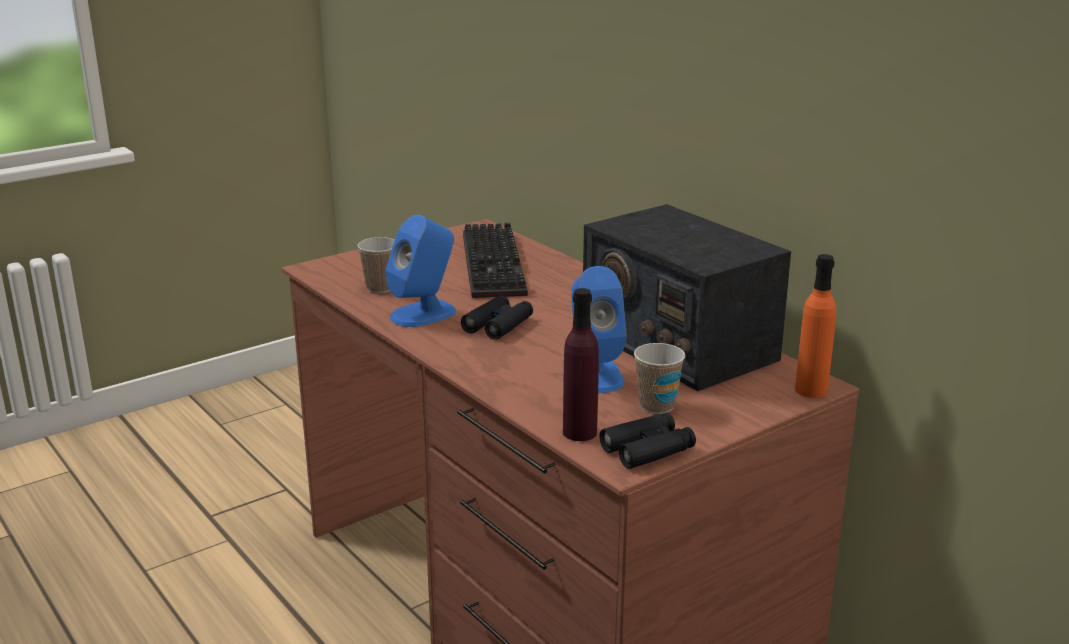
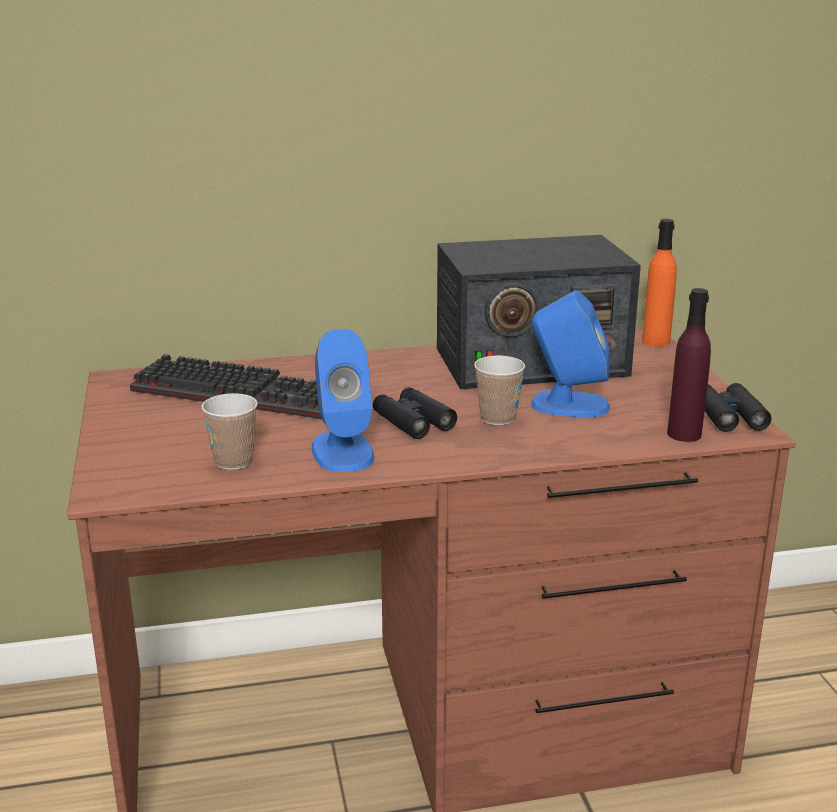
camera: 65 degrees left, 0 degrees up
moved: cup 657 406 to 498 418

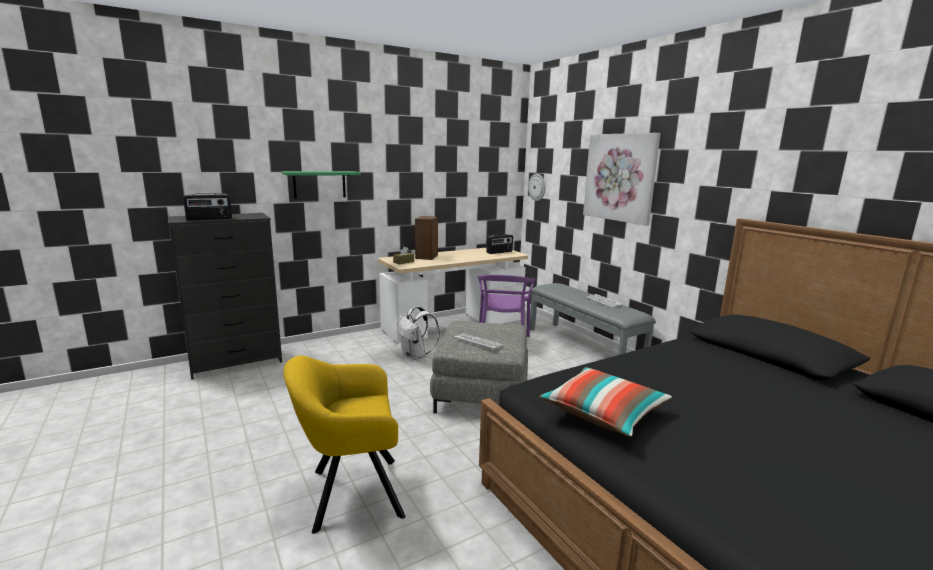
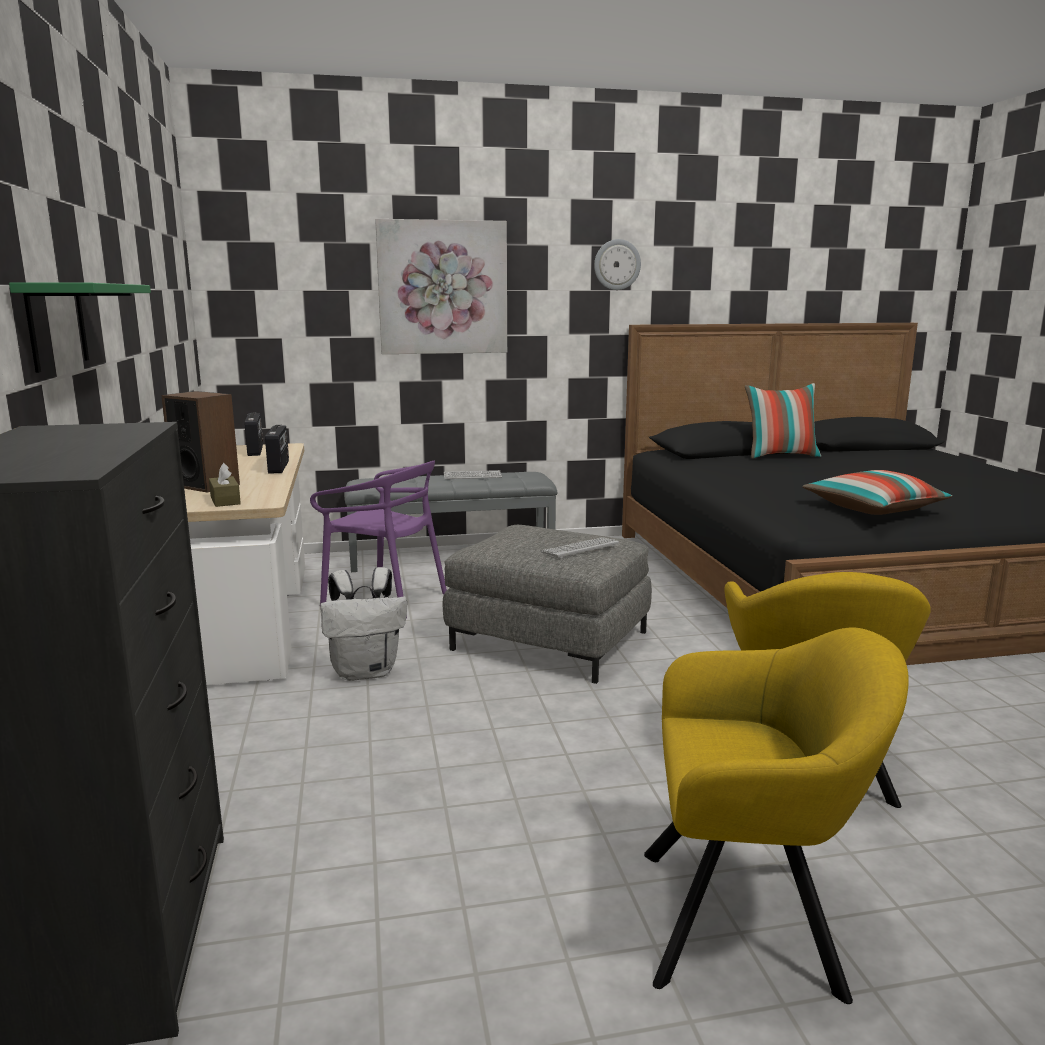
camera: 70 degrees left, 0 degrees up
added: yellow armchair 752 921; pillow 780 456
moved: radio 209 219 to 279 467; wall clock 537 187 to 617 264

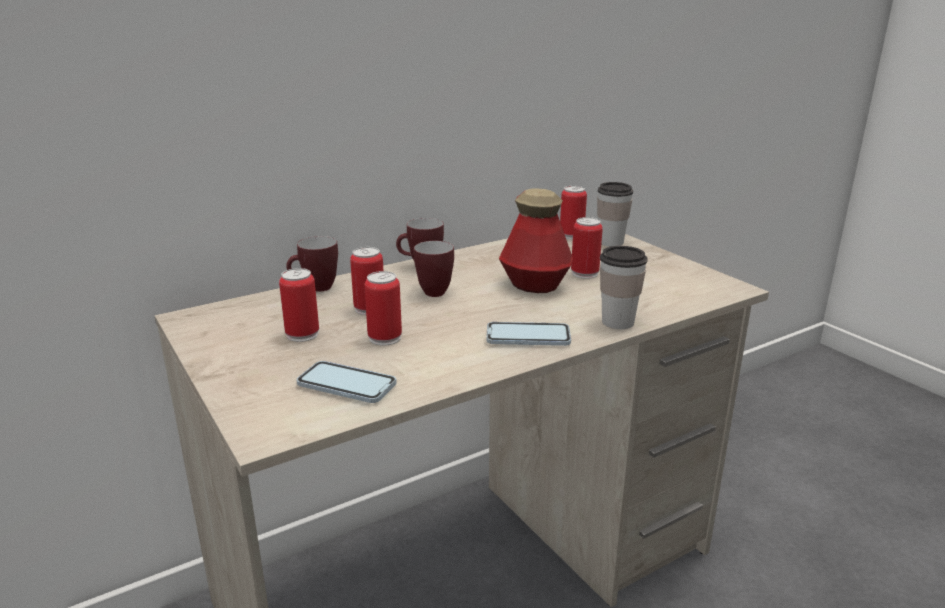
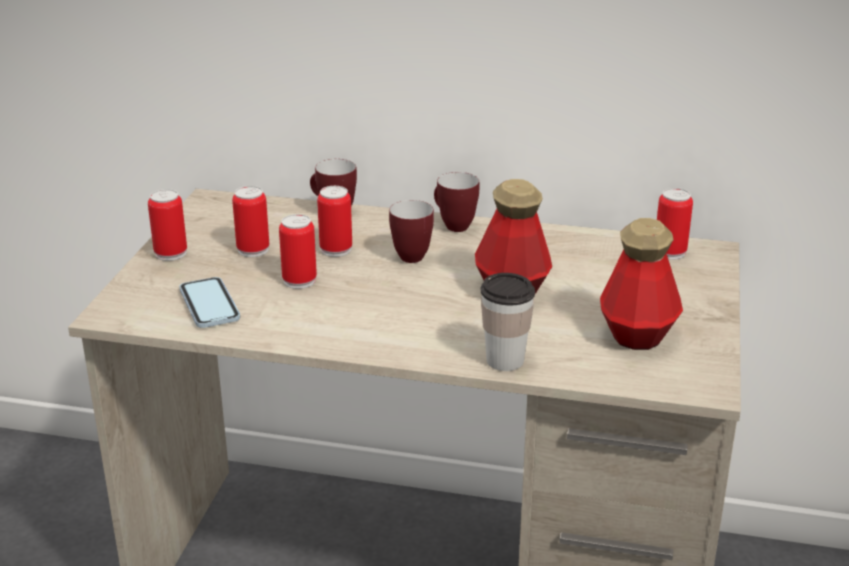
camera: 45 degrees right, 5 degrees up
removed: phone 528 337; cup 611 242
added: bottle 638 335
moved: can 584 273 to 171 253

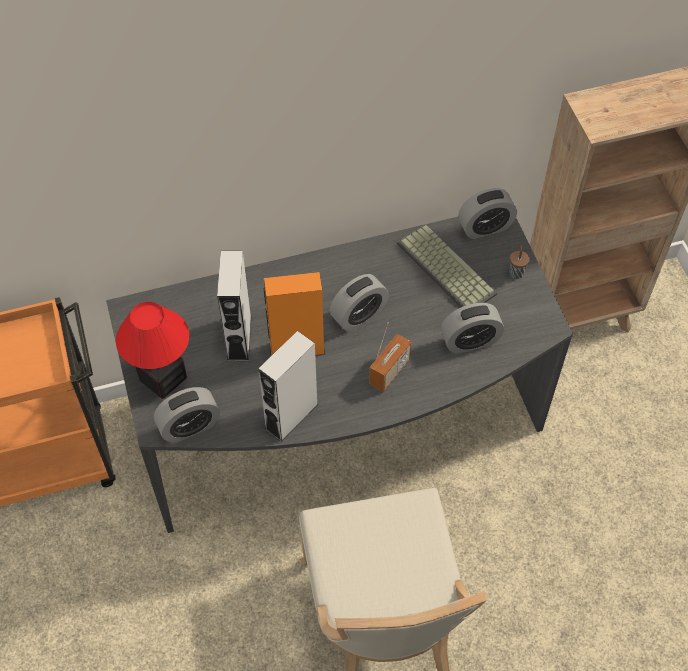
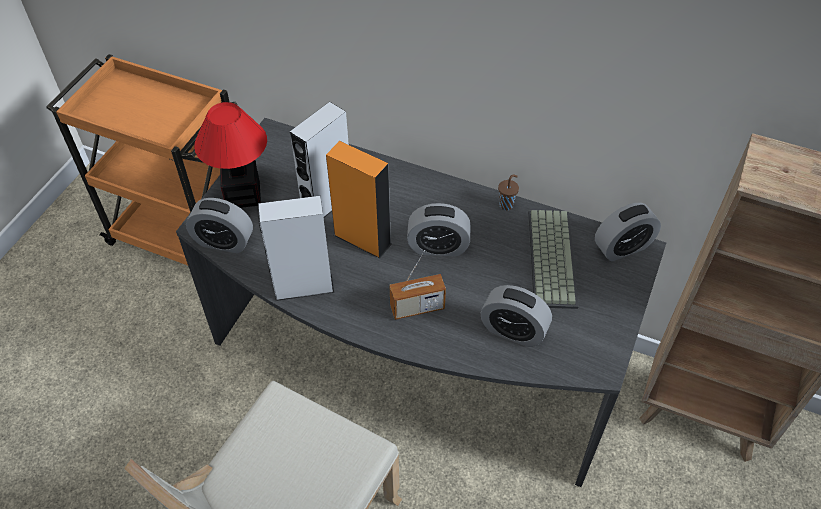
camera: 40 degrees right, 5 degrees down
moved: brown cup 516 273 to 506 204
turned: alarm clock 485 227 = 622 247 45 degrees counterclockwise

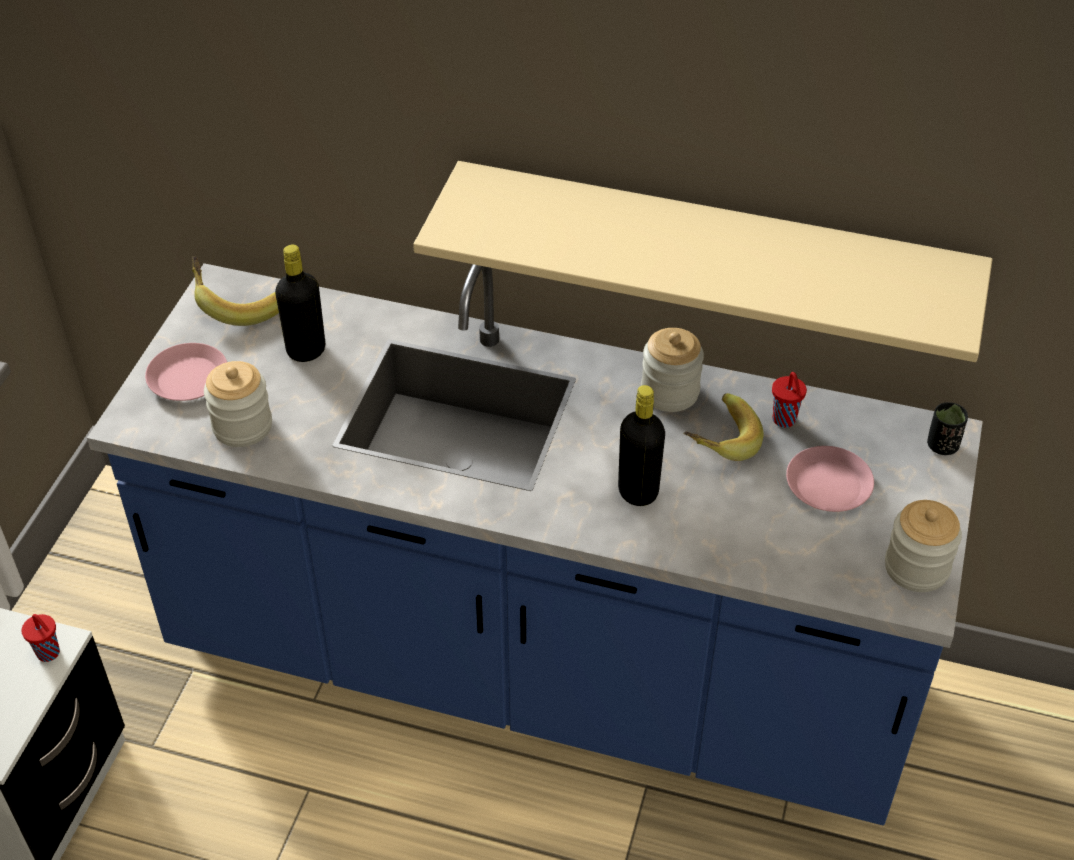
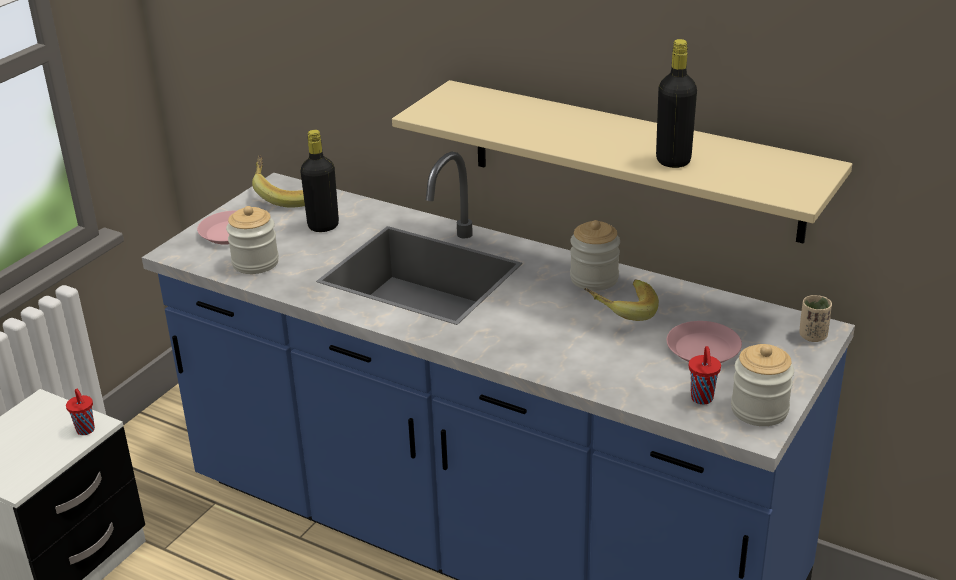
camera: 15 degrees right, 15 degrees down
moved: black bottle 638 491 to 673 160; red cup 784 420 to 702 399
recoloured: black cup 942 445 to beige cup 812 336

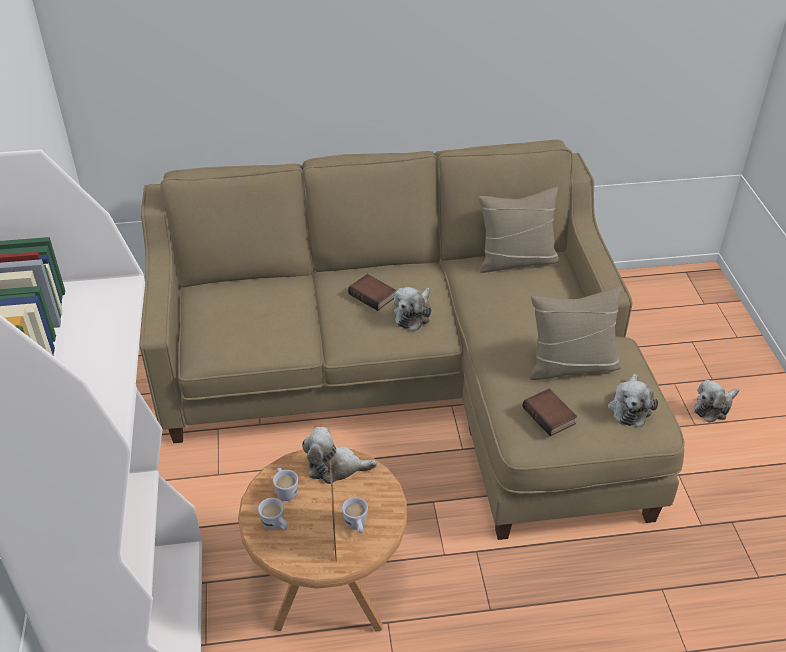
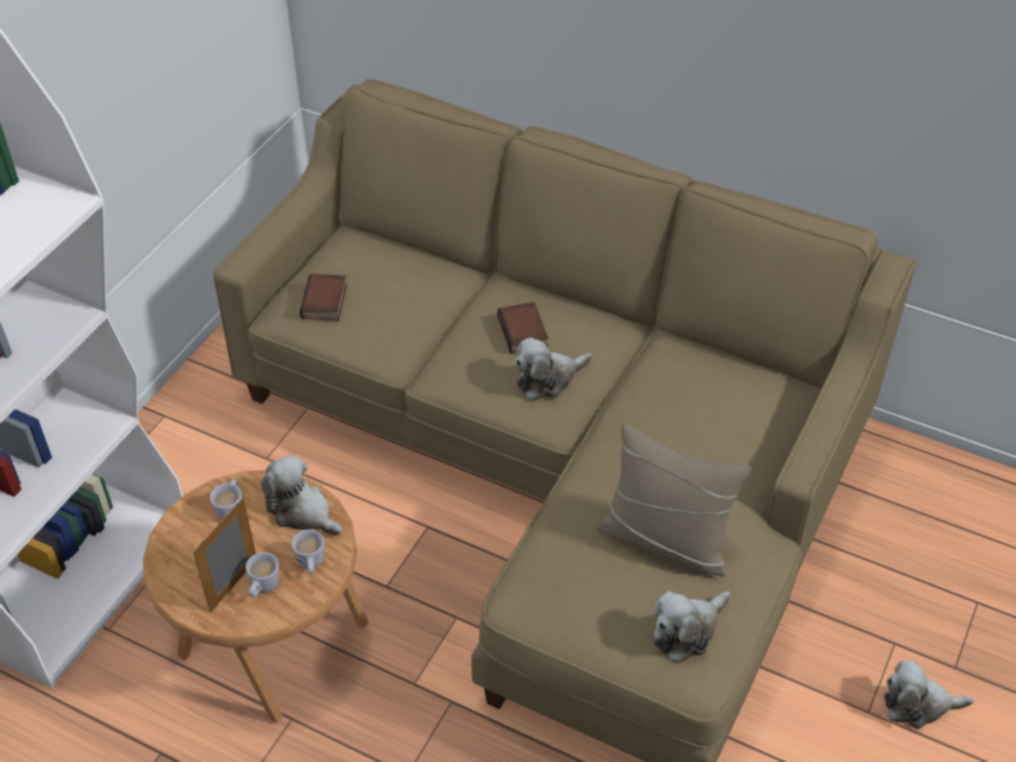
camera: 35 degrees right, 5 degrees up
removed: beige pillow 516 261
moved: white mug 276 526 to 311 565; book 550 416 to 325 302

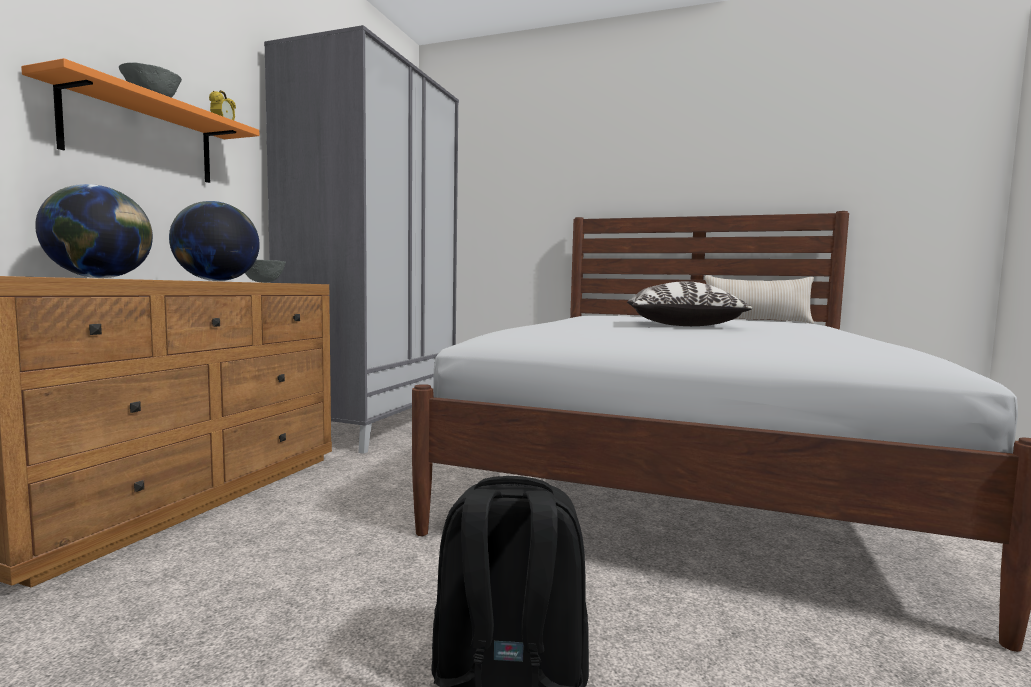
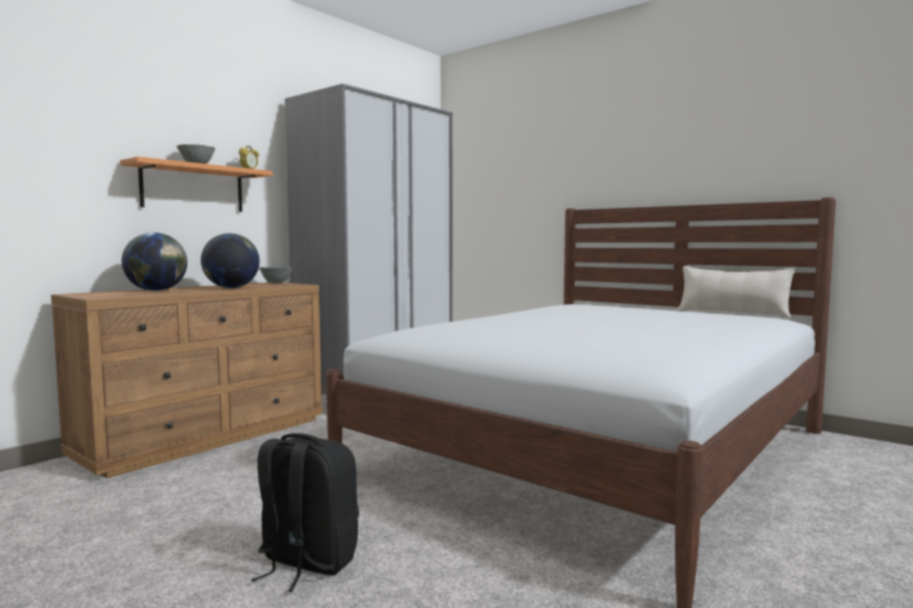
camera: 20 degrees right, 0 degrees up
removed: pillow 680 325

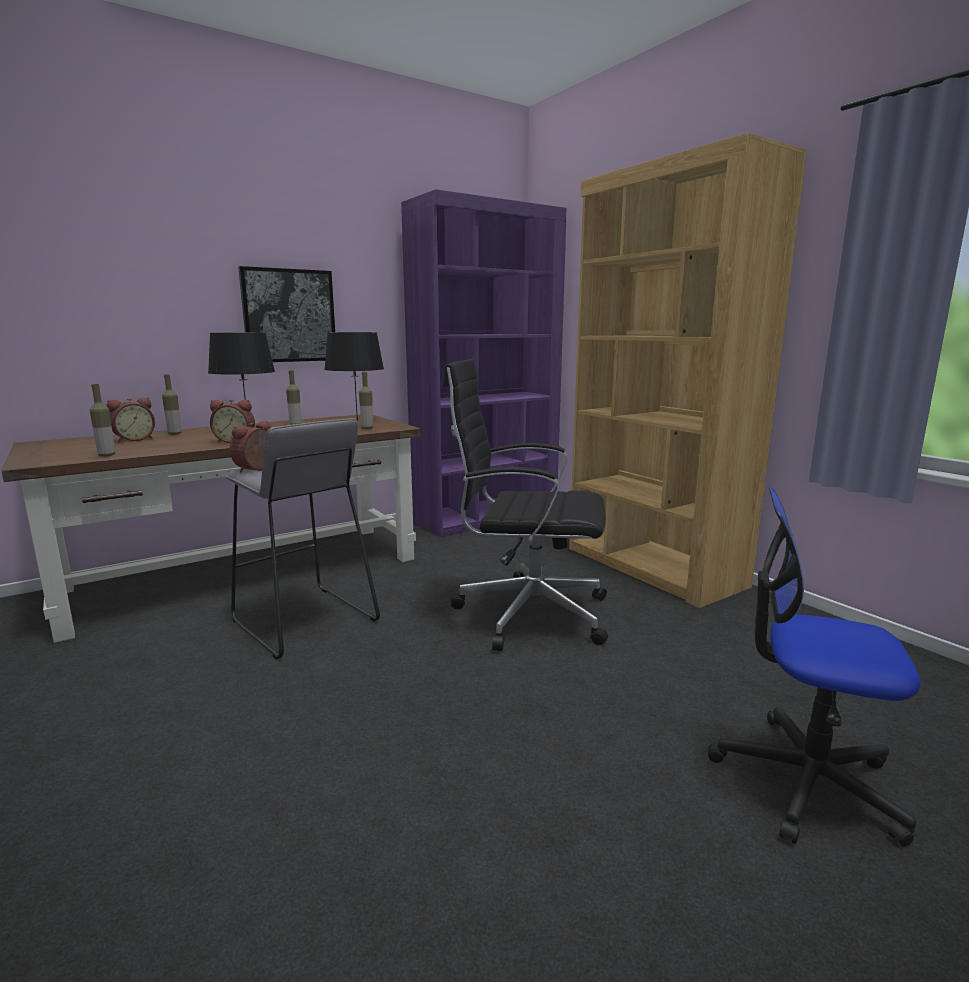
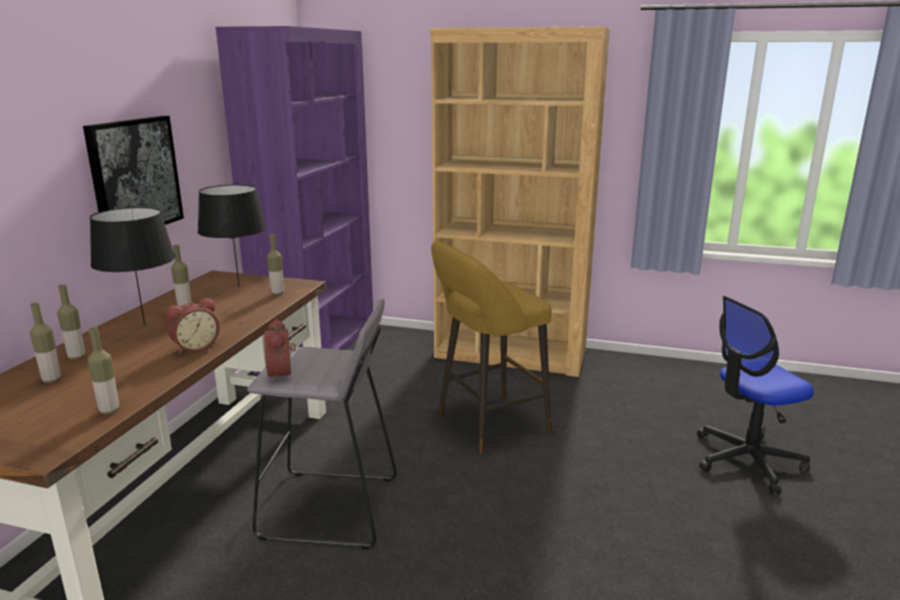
camera: 40 degrees left, 5 degrees up
replaced: alarm clock 133 439 to bottle 52 380; black office chair 527 613 to yellow stool 487 424

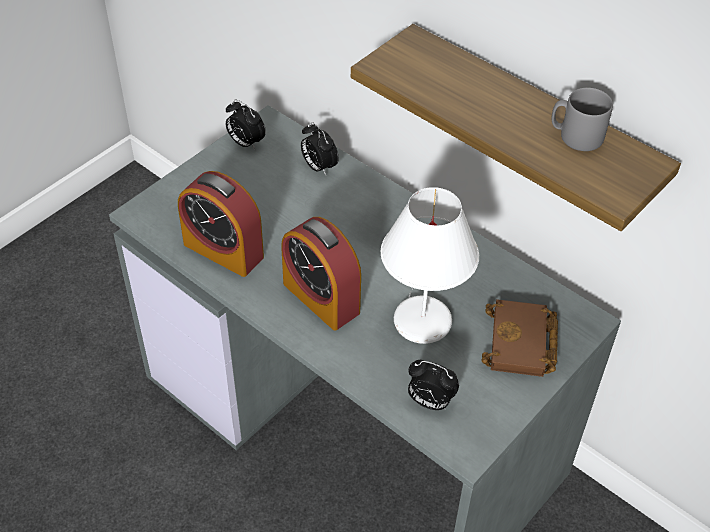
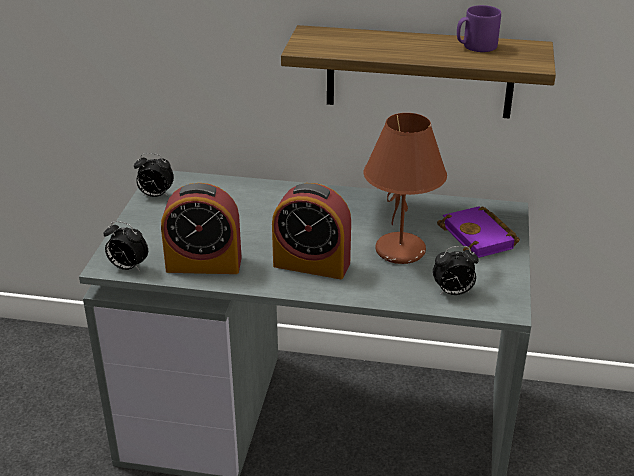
camera: 30 degrees left, 15 degrees down
moved: alarm clock 318 167 to 127 267
recoloured: white table lamp 422 323 to brown table lamp 400 251; brown book 522 345 to purple book 480 238; grey mug 575 136 to purple mug 475 46

